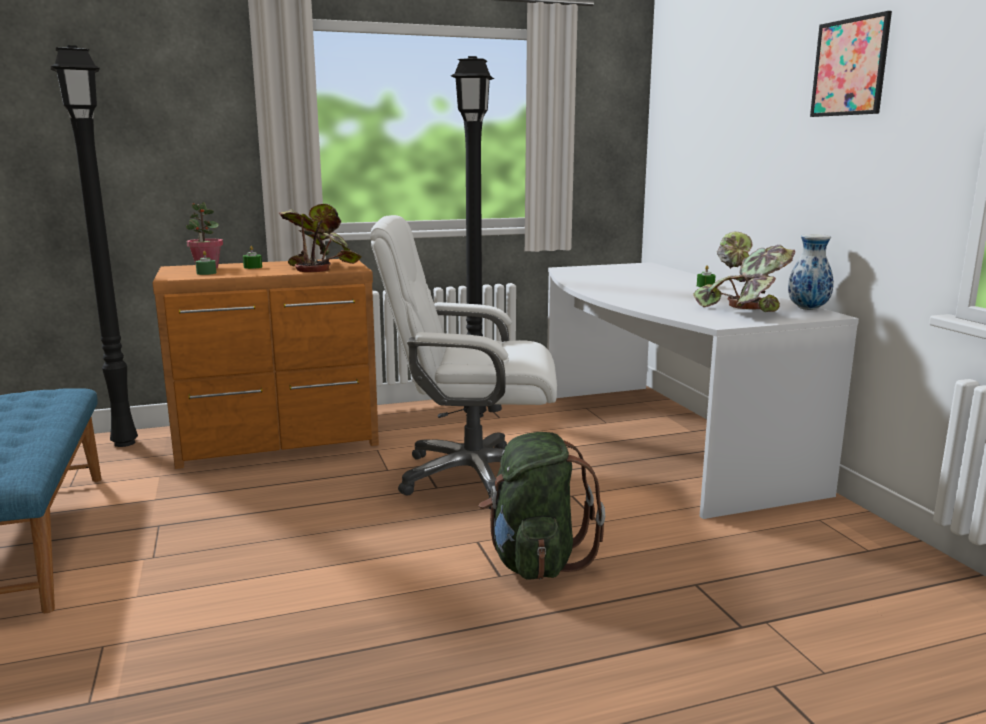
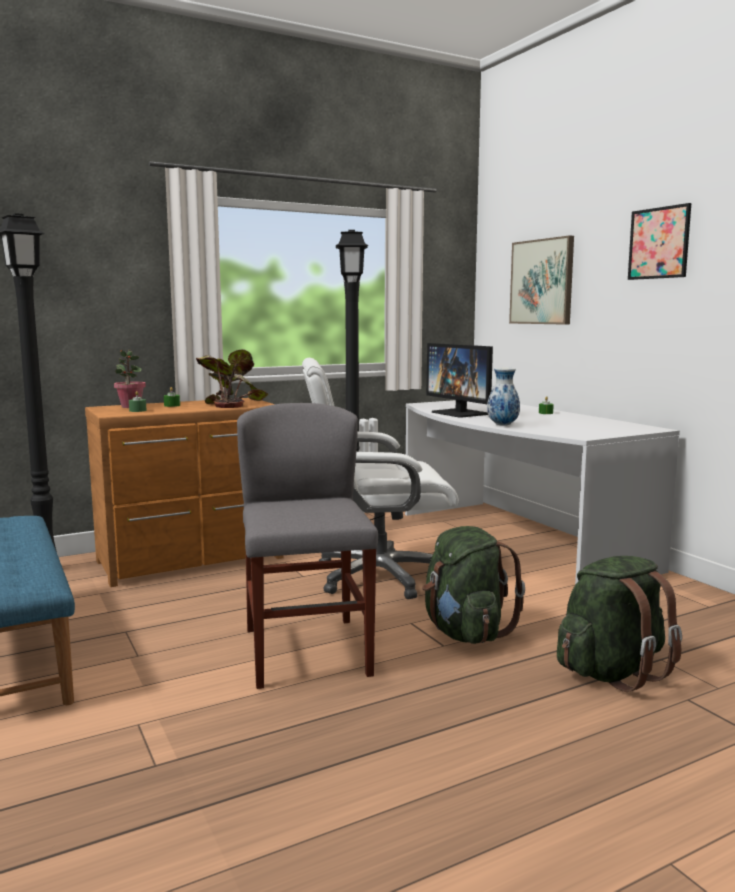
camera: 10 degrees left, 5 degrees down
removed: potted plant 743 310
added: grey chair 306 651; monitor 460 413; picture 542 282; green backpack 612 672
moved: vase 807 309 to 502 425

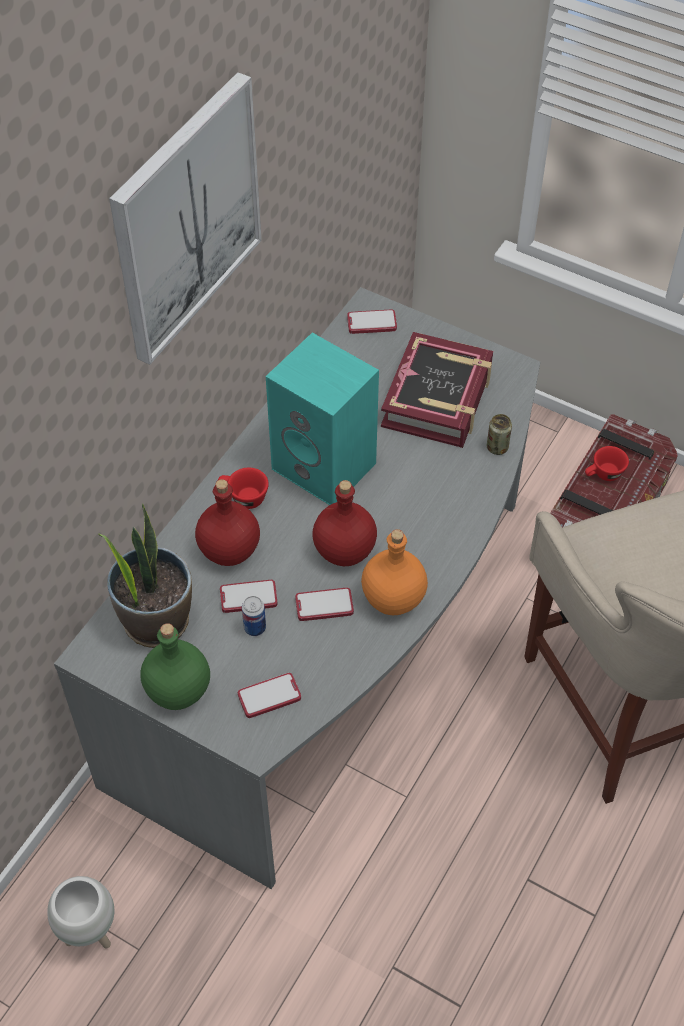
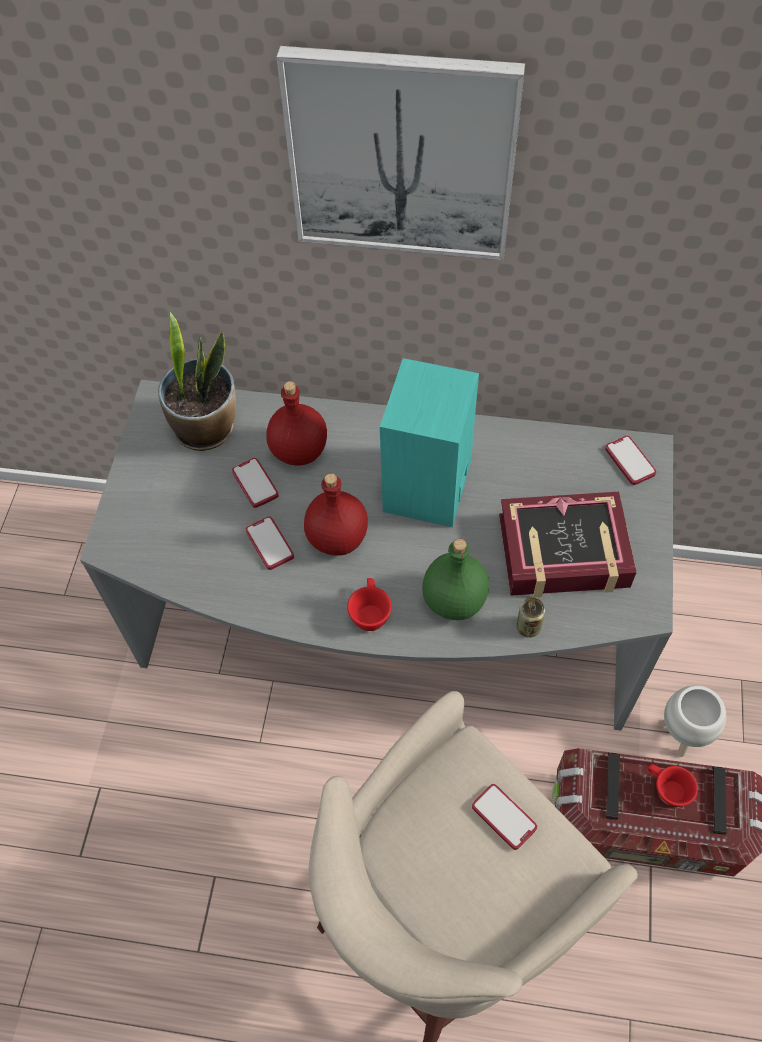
camera: 70 degrees right, 5 degrees up
removed: can 255 628; orange bottle 393 599
moved: white planter 90 933 to 682 736; green bottle 179 689 to 455 601; red cup 243 497 to 369 612; phone 269 696 to 504 817

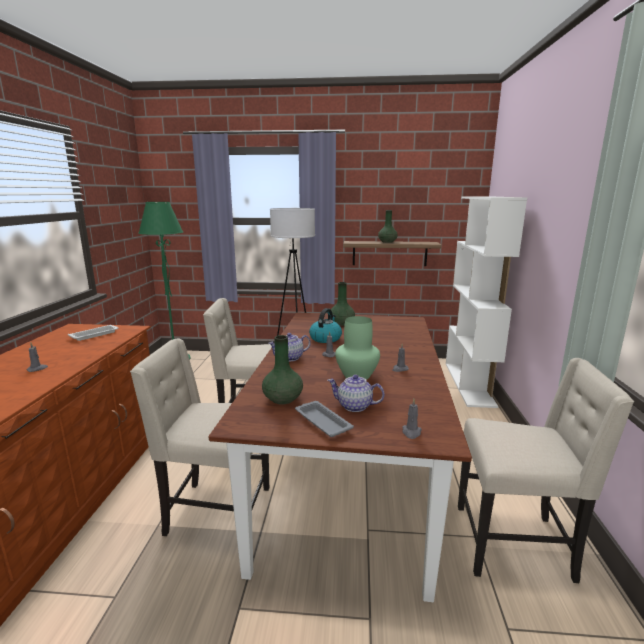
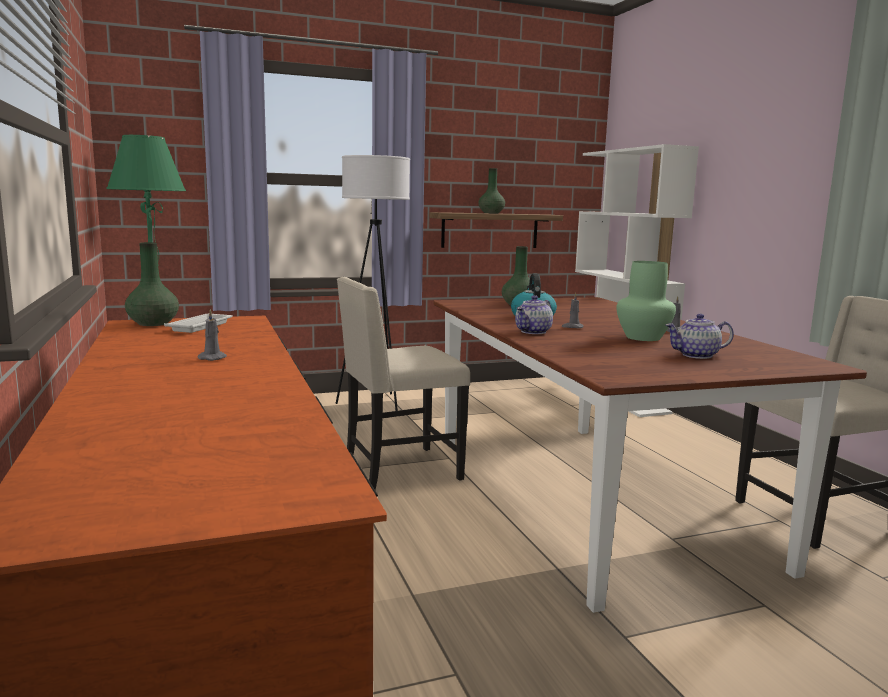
camera: 25 degrees left, 5 degrees down
removed: beige chair 216 512; grey tray 322 422; grey candle 411 432
moved: green vase 283 399 to 154 323

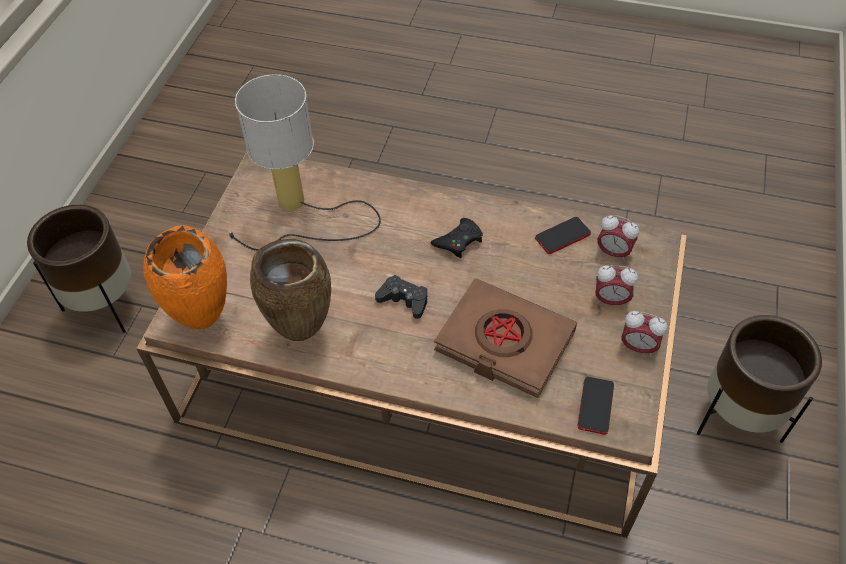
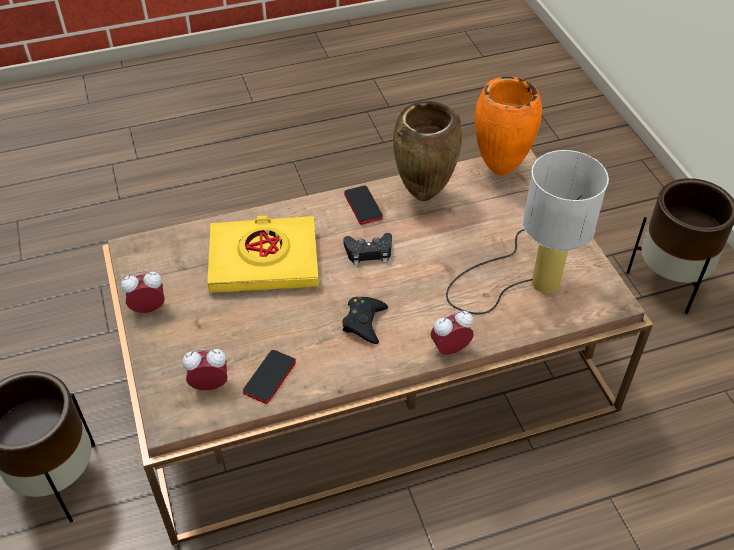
camera: 145 degrees right, 5 degrees down
moved: phone 595 406 to 363 205; alarm clock 610 300 to 450 349
recoloured: brown book 504 342 to yellow book 264 260

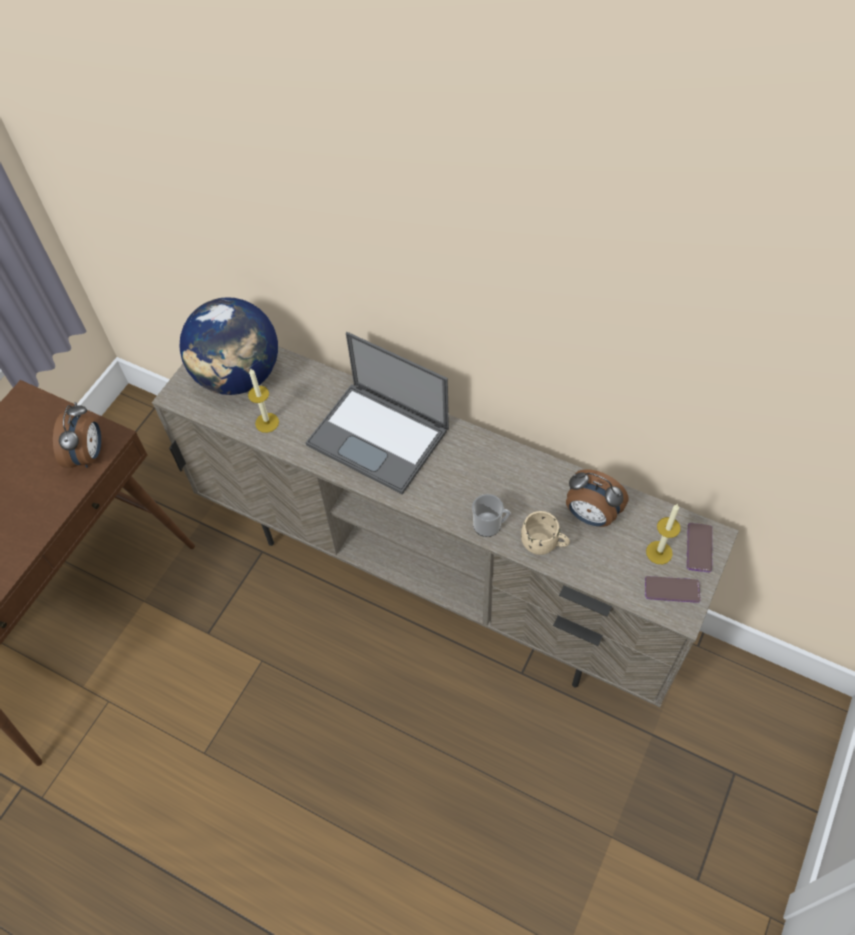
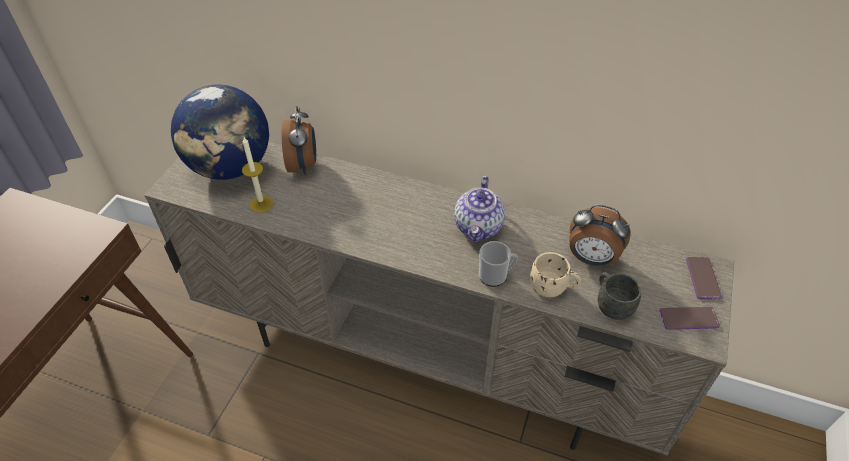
camera: 10 degrees left, 10 degrees down
removed: laptop 380 437; candle 659 552
added: teapot 479 227; grey mug 611 304
moved: alarm clock 88 455 to 303 165

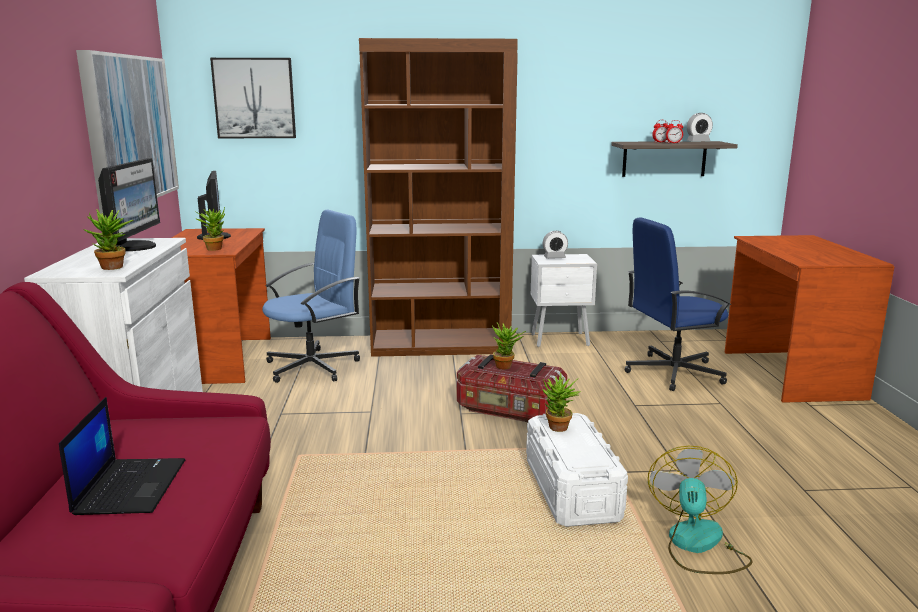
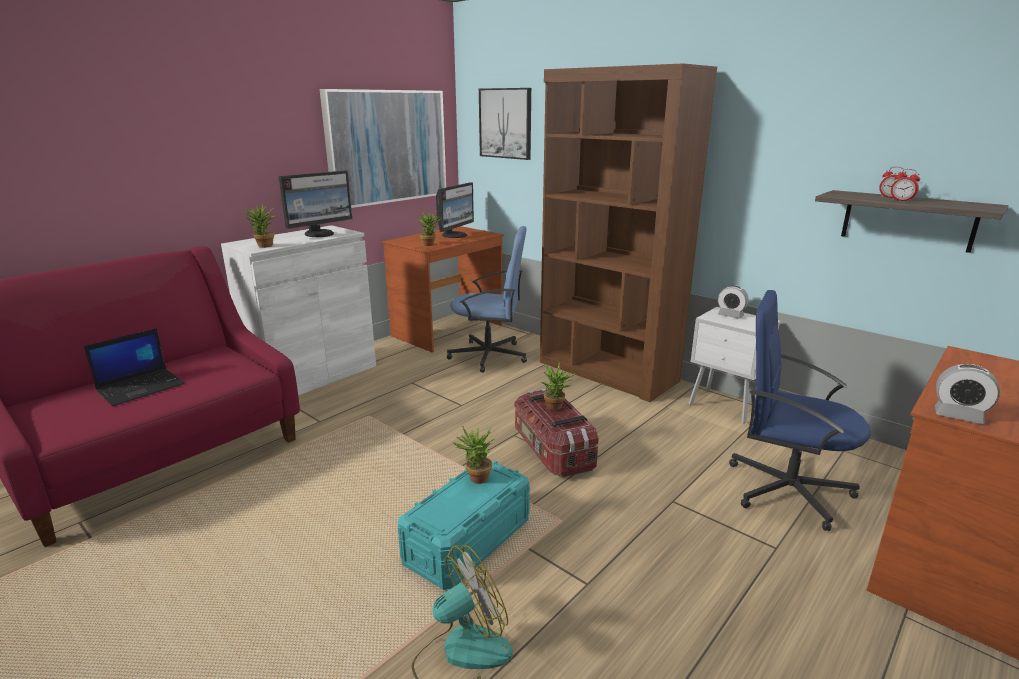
camera: 45 degrees right, 5 degrees up
moved: alarm clock 698 141 to 958 416
recoloured: white storage box 571 490 to turquoise storage box 467 541

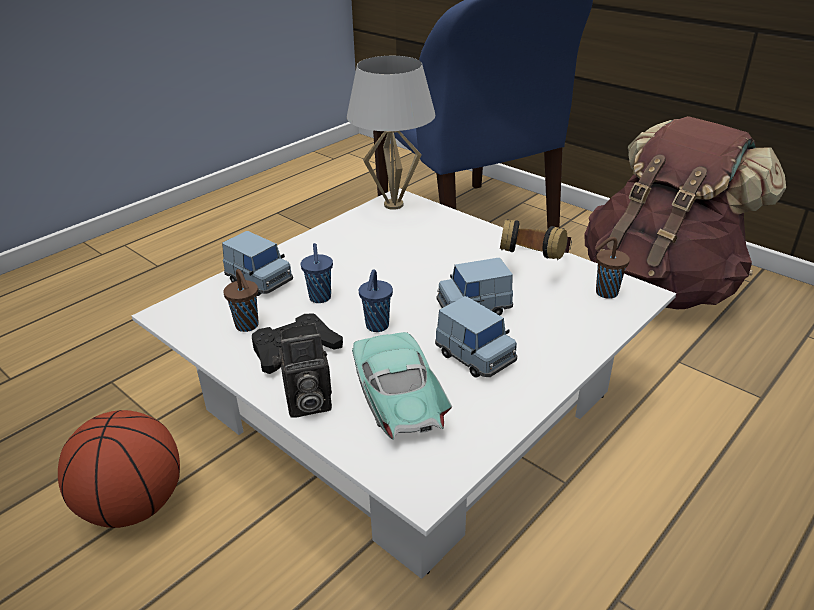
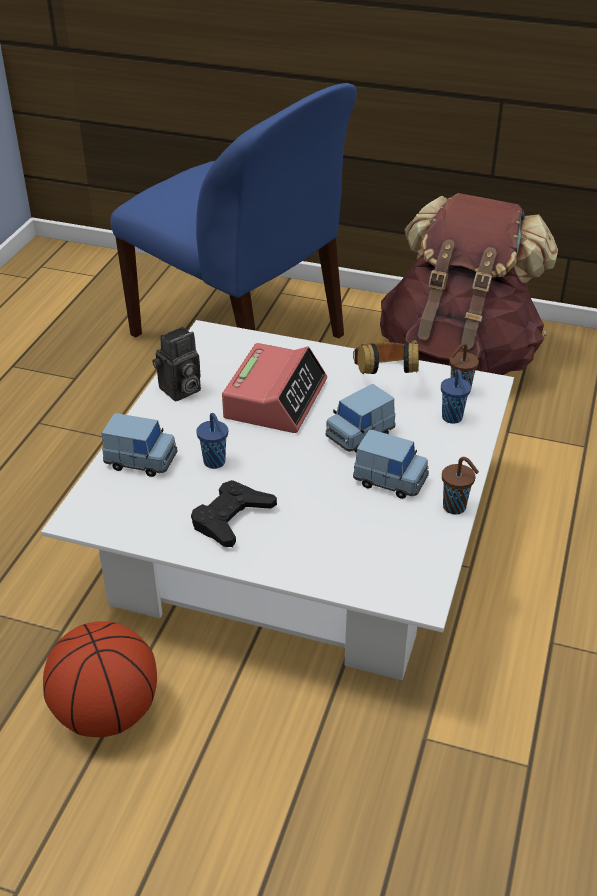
camera: 25 degrees left, 5 degrees up
removed: white table lamp 393 205; turquoise toy car 397 398
added: alarm clock 275 399
moved: brown cup 247 326 to 455 508; photo camera 306 404 to 179 391; blue cup 376 327 to 452 418

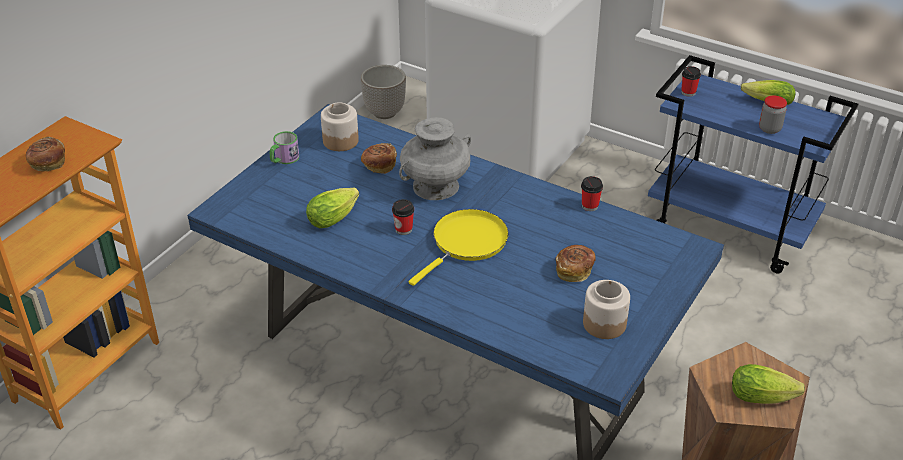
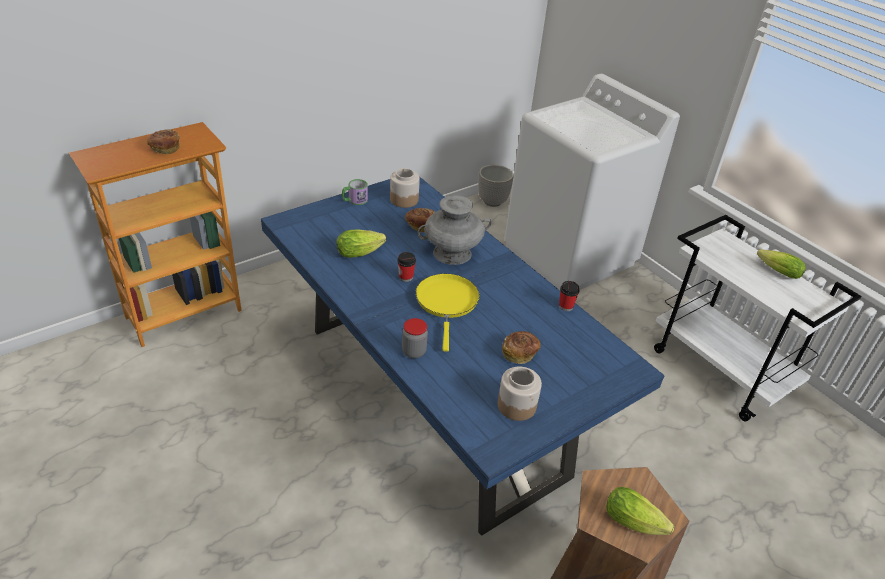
camera: 20 degrees right, 0 degrees up
removed: cup 688 92
moved: jar 769 129 to 414 351
recoloured: blue cart 731 229 to white cart 721 371
turned: yellow frying pan 466 243 = 447 303 60 degrees counterclockwise

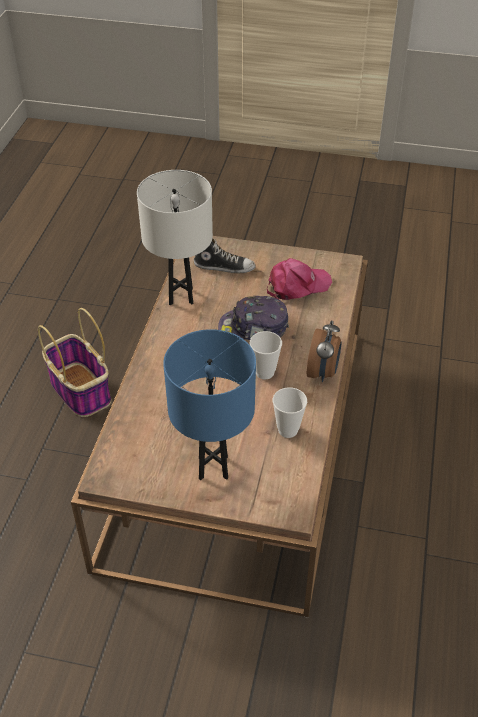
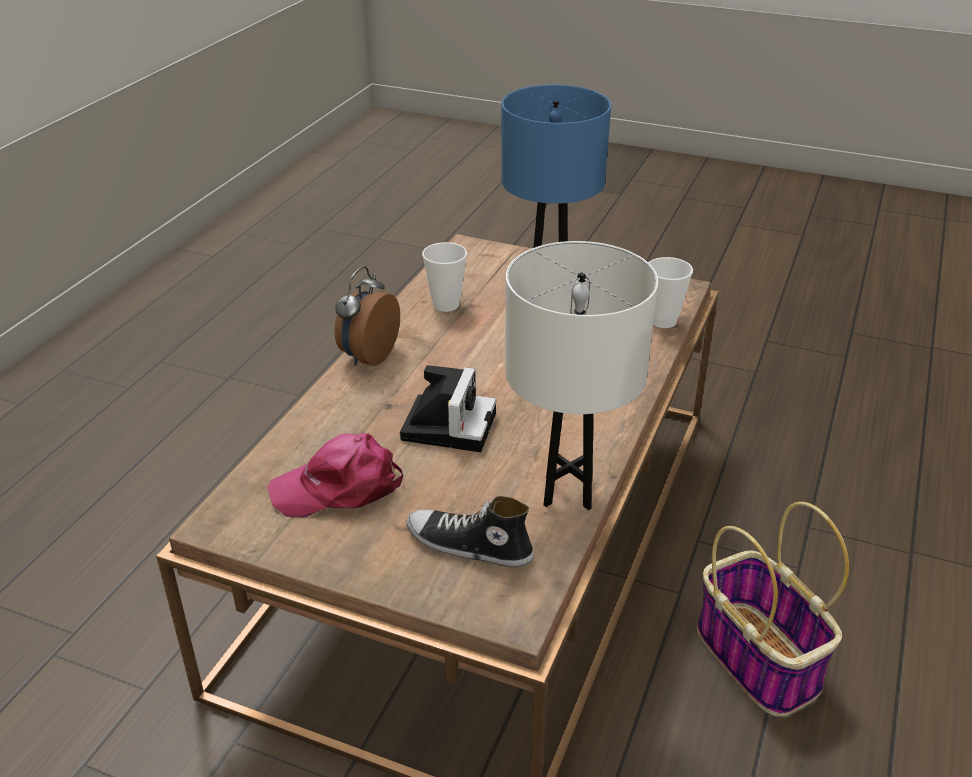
camera: 170 degrees left, 10 degrees down
moved: cup 264 372 to 663 321
replaced: cap 253 328 to photo camera 448 424

